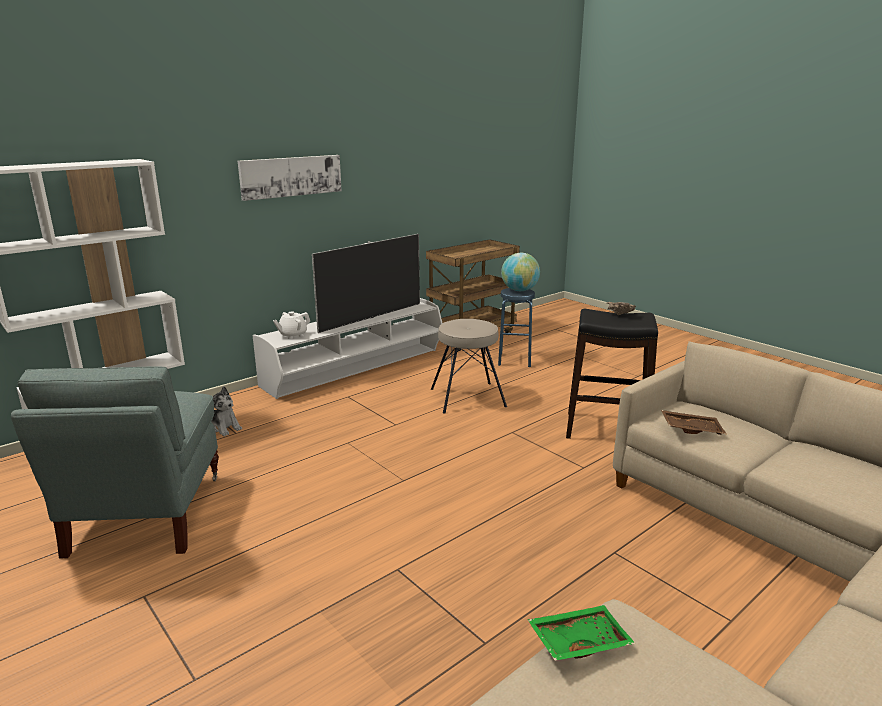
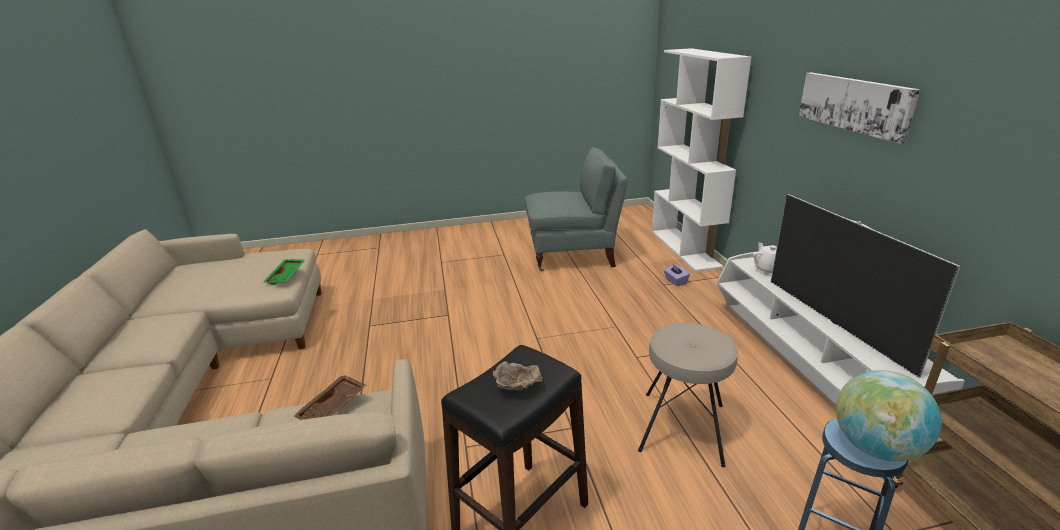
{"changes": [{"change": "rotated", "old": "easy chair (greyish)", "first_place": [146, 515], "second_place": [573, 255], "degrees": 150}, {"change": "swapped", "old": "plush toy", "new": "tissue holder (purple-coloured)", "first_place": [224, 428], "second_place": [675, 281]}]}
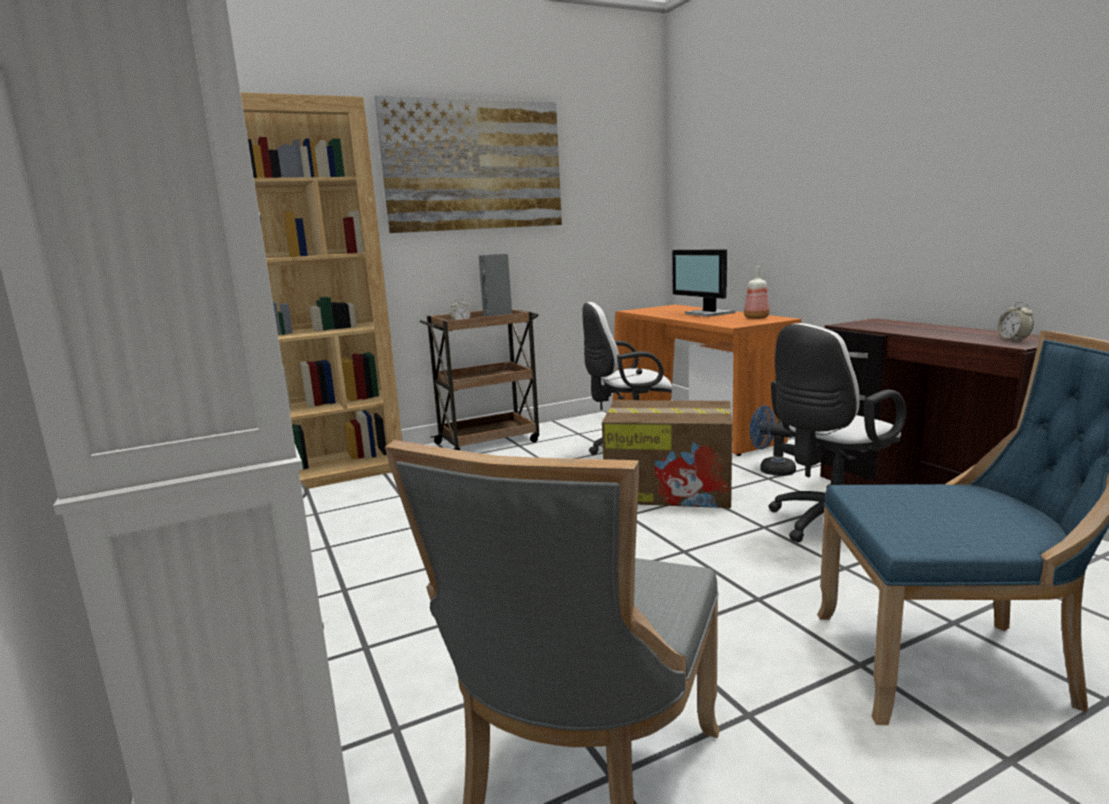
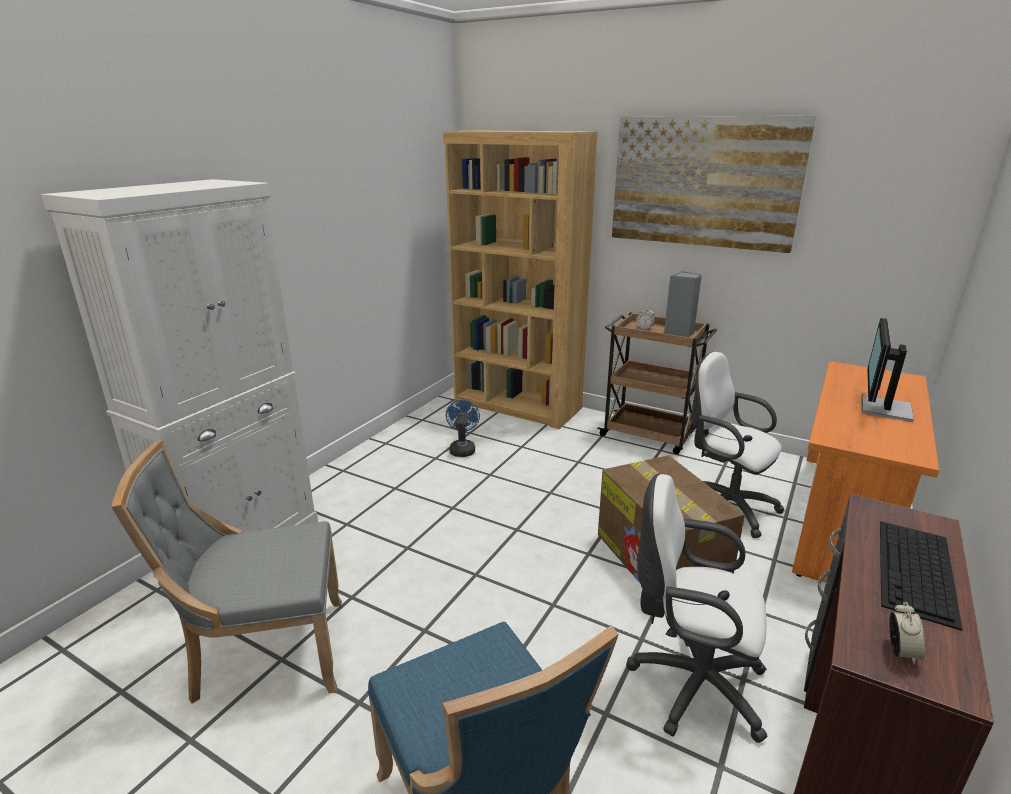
{"changes": [{"change": "gone", "old": "beverage bottle", "first_place": [756, 318]}, {"change": "rotated", "old": "alarm clock", "first_place": [1013, 339], "second_place": [900, 652], "degrees": 150}, {"change": "shifted", "old": "fan (blue-coloured)", "first_place": [771, 470], "second_place": [462, 449]}, {"change": "new", "new": "keyboard", "second_place": [916, 571]}]}
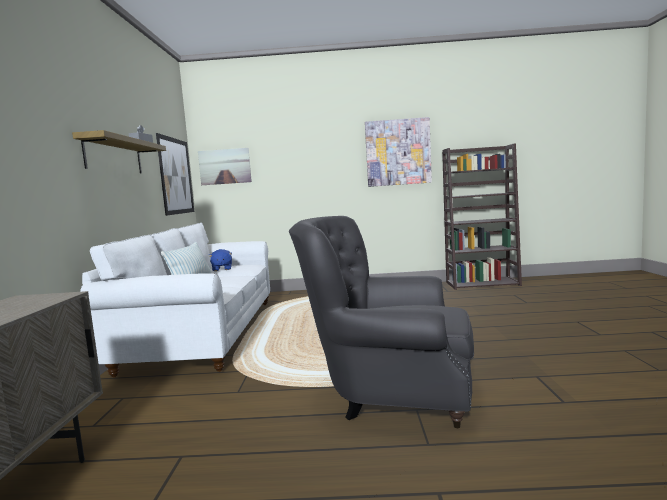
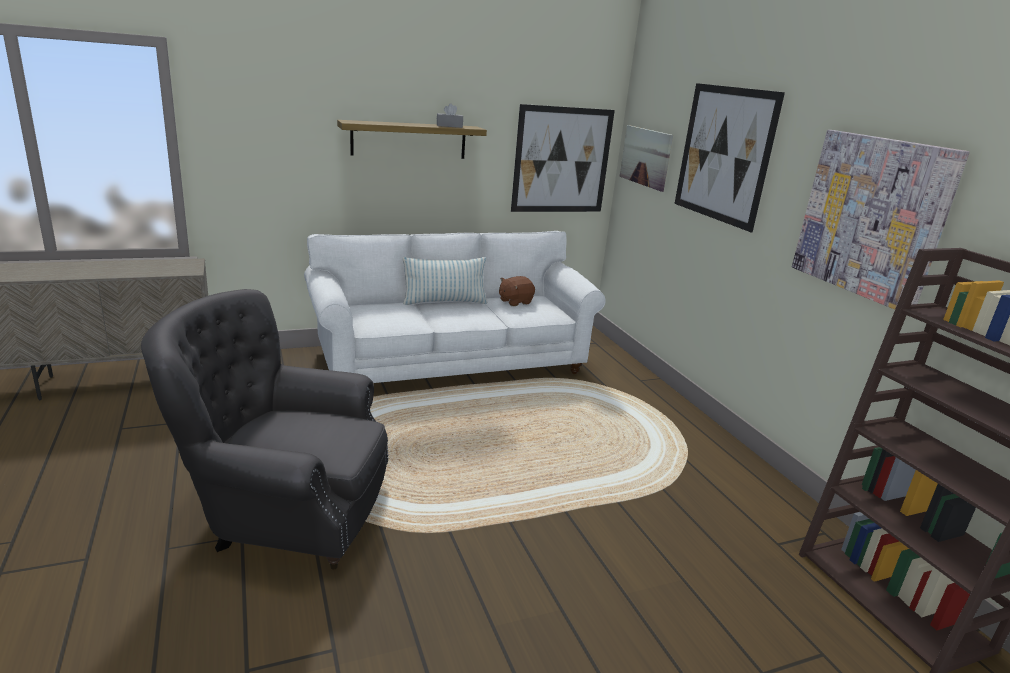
{"changes": [{"change": "rotated", "old": "easy chair (greyish)", "first_place": [389, 393], "second_place": [284, 513], "degrees": -75}, {"change": "repainted", "old": "plush toy (blue-coloured)", "new": "plush toy (brownish)", "first_place": [222, 269], "second_place": [515, 302]}, {"change": "new", "new": "wall picture", "second_place": [724, 154]}]}
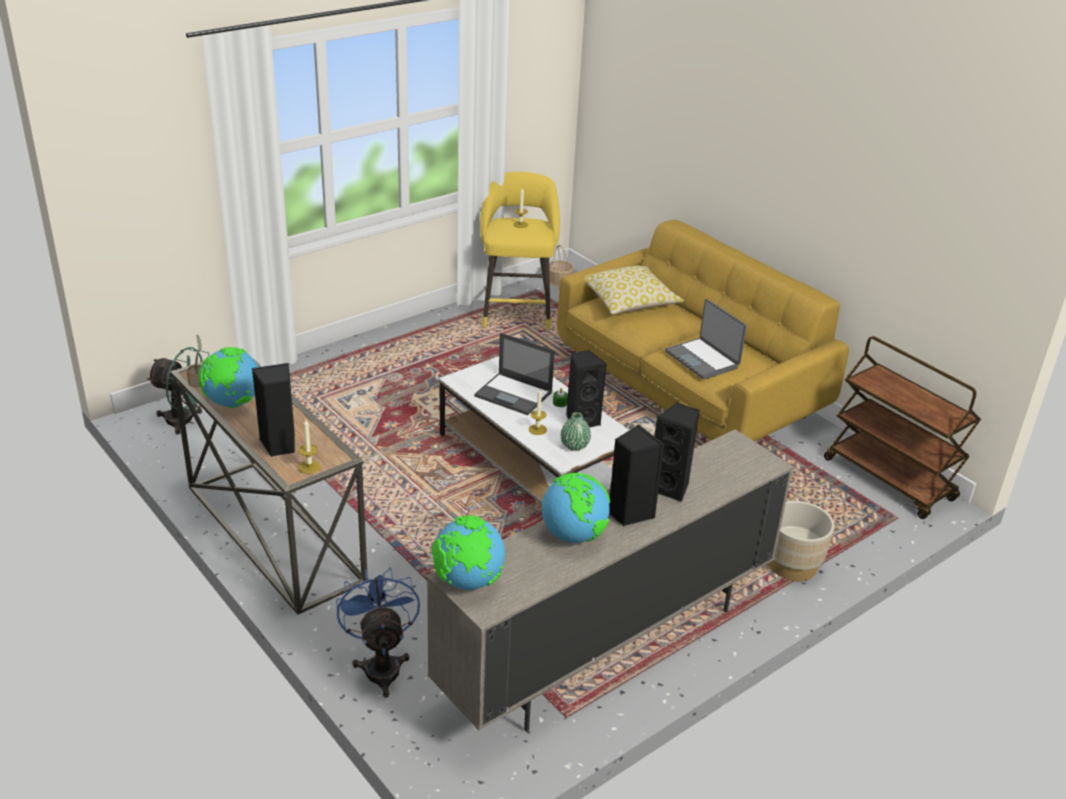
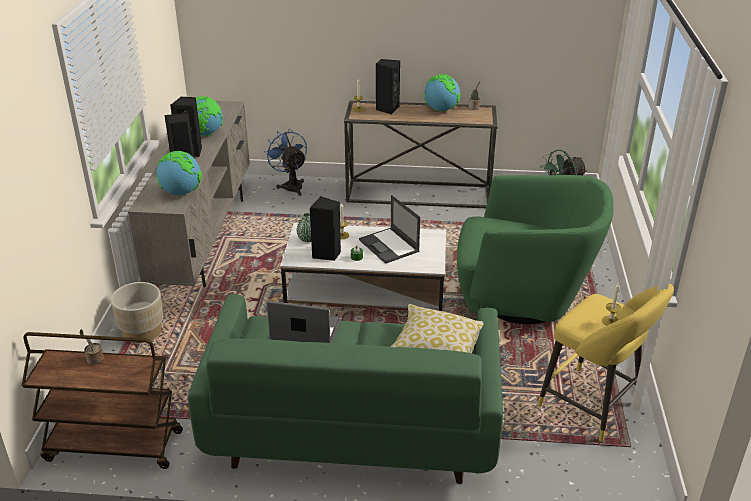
{"changes": [{"change": "repainted", "old": "couch (yellow-coloured)", "new": "couch (green)", "first_place": [688, 390], "second_place": [352, 424]}, {"change": "gone", "old": "storage basket", "first_place": [559, 282]}, {"change": "rotated", "old": "portable computer", "first_place": [514, 394], "second_place": [389, 246], "degrees": -105}, {"change": "shifted", "old": "desk globe", "first_place": [468, 582], "second_place": [181, 193]}, {"change": "rotated", "old": "fan (blue-coloured)", "first_place": [381, 665], "second_place": [291, 185], "degrees": -150}, {"change": "new", "new": "easy chair (green)", "second_place": [524, 298]}, {"change": "new", "new": "houseplant", "second_place": [94, 360]}]}
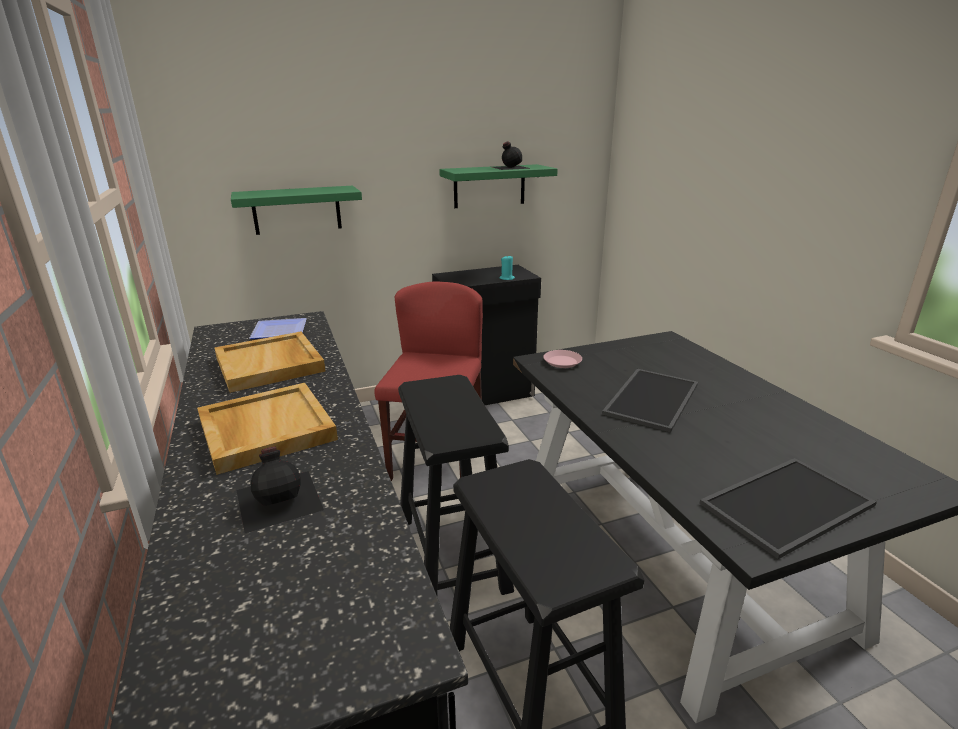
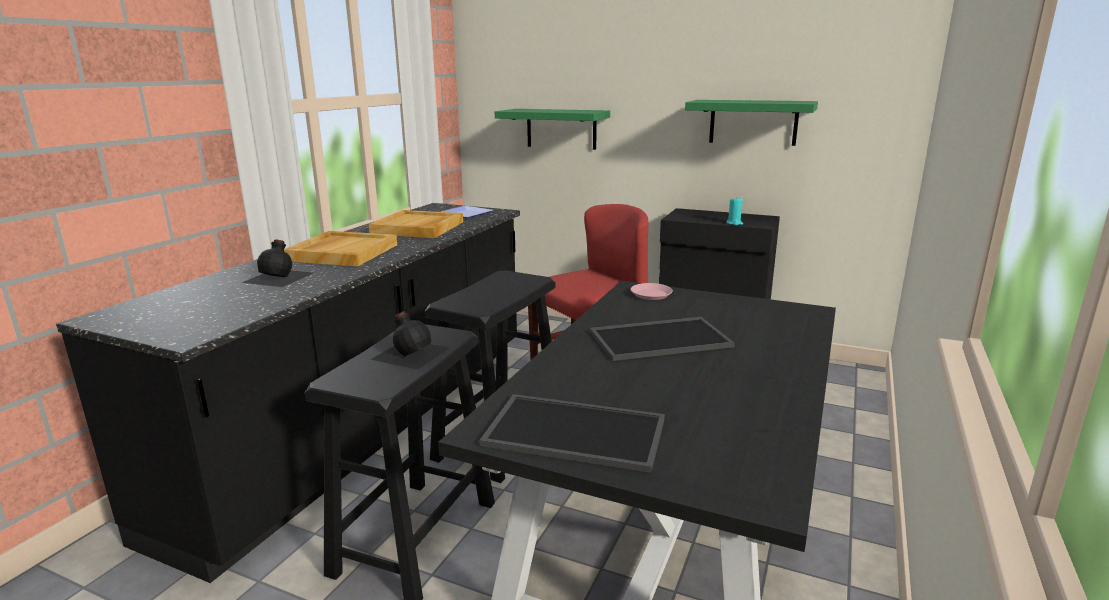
{"changes": [{"change": "shifted", "old": "beverage bottle (black-coloured)", "first_place": [509, 167], "second_place": [411, 352]}]}
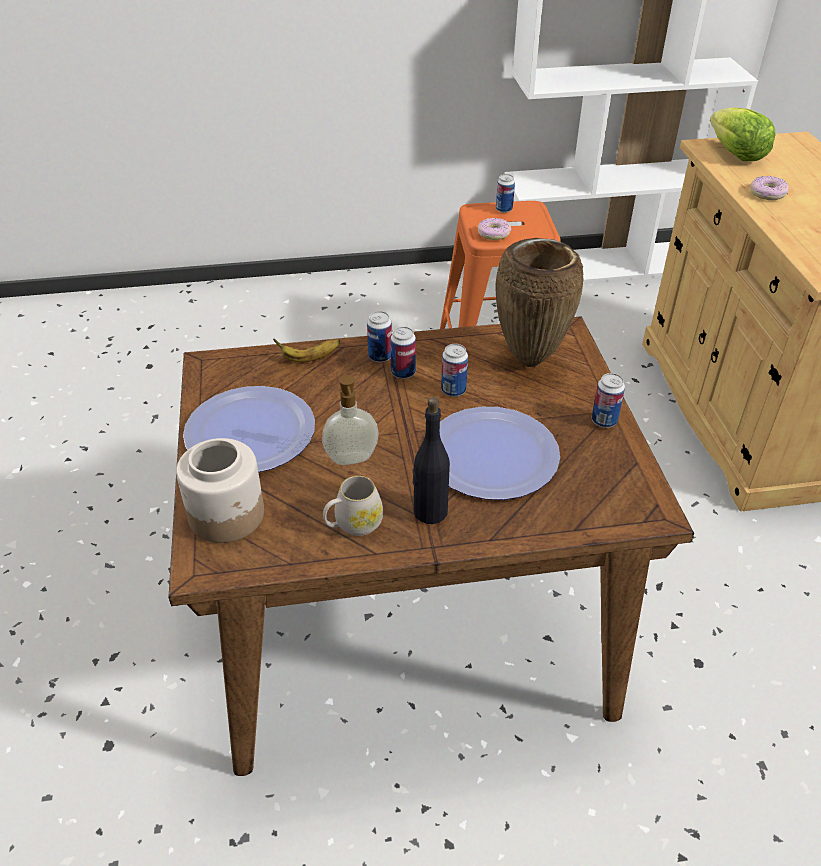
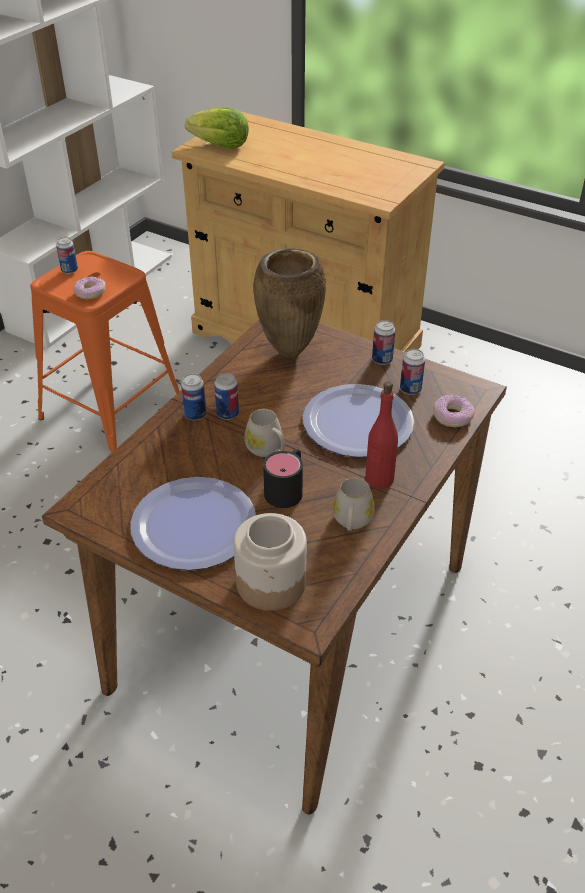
{"changes": [{"change": "shifted", "old": "ring doughnut", "first_place": [767, 194], "second_place": [452, 416]}, {"change": "gone", "old": "banana", "first_place": [309, 358]}, {"change": "shifted", "old": "can", "first_place": [453, 390], "second_place": [410, 389]}, {"change": "swapped", "old": "soap dispenser", "new": "coffee mug (black-coloured)", "first_place": [352, 459], "second_place": [287, 488]}, {"change": "repainted", "old": "beverage bottle (black-coloured)", "new": "beverage bottle (red-coloured)", "first_place": [430, 512], "second_place": [379, 479]}, {"change": "new", "new": "coffee mug (white-coloured)", "second_place": [267, 449]}]}
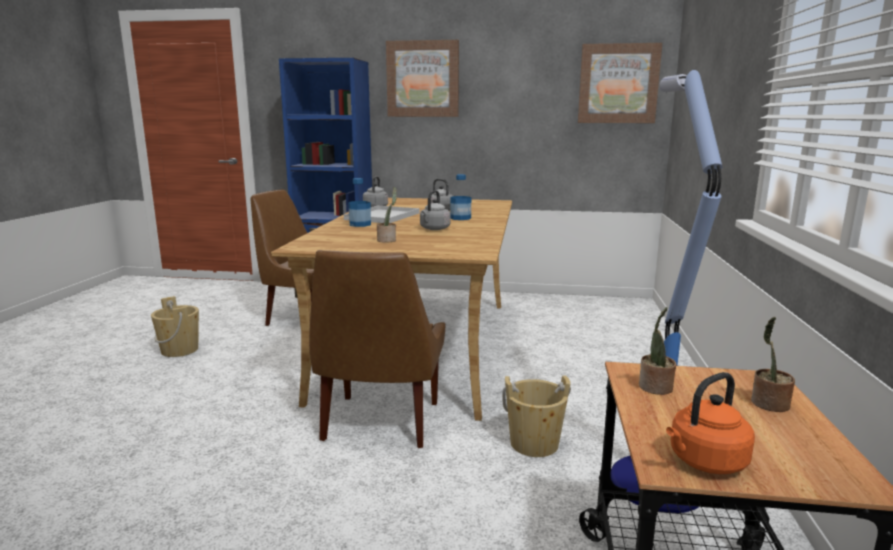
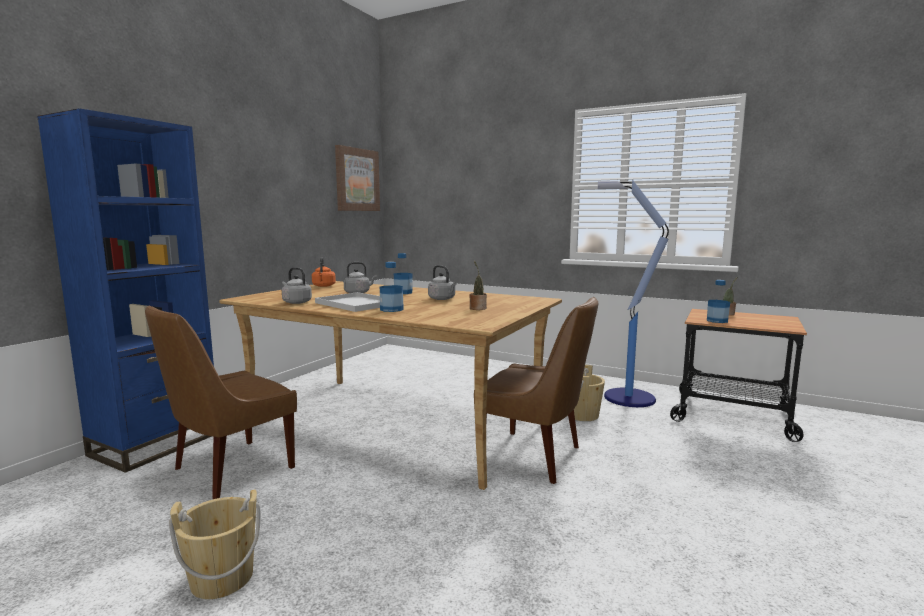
{"changes": [{"change": "gone", "old": "wall picture", "first_place": [423, 79]}, {"change": "swapped", "old": "houseplant", "new": "beverage bottle", "first_place": [655, 388], "second_place": [717, 321]}, {"change": "shifted", "old": "kettle (orange)", "first_place": [704, 462], "second_place": [323, 286]}]}
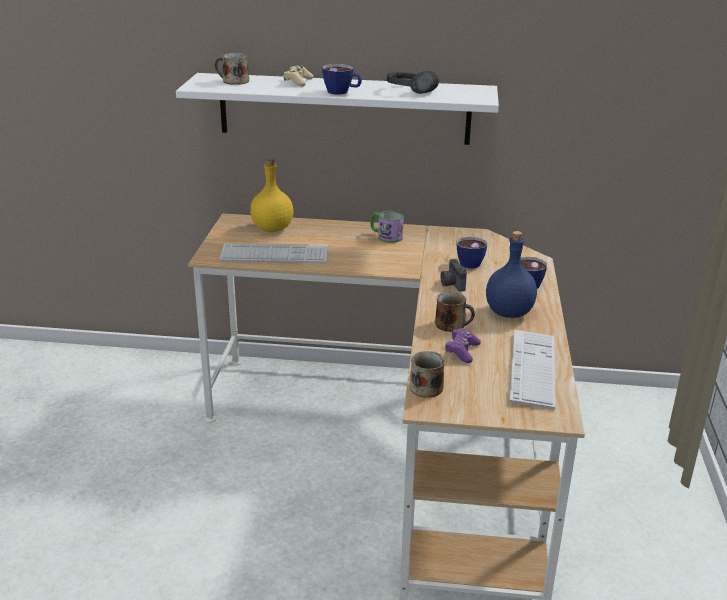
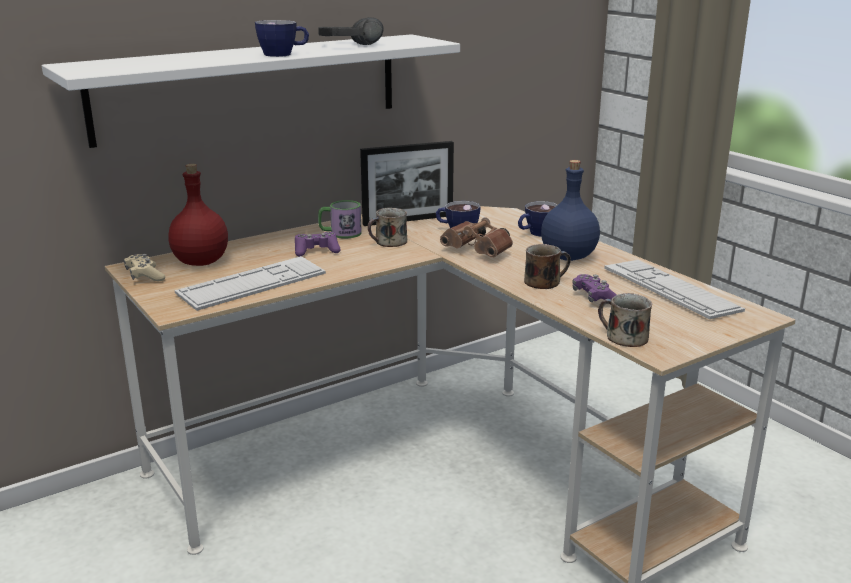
{"changes": [{"change": "shifted", "old": "coffee mug", "first_place": [234, 81], "second_place": [389, 242]}, {"change": "shifted", "old": "joypad (beige)", "first_place": [298, 82], "second_place": [145, 276]}, {"change": "repainted", "old": "beverage bottle (yellow-coloured)", "new": "beverage bottle (red-coloured)", "first_place": [272, 229], "second_place": [202, 262]}, {"change": "swapped", "old": "still camera", "new": "field glasses (brownish)", "first_place": [452, 284], "second_place": [479, 252]}, {"change": "new", "new": "standing frame", "second_place": [408, 220]}, {"change": "new", "new": "joypad (purple-coloured)", "second_place": [316, 251]}]}
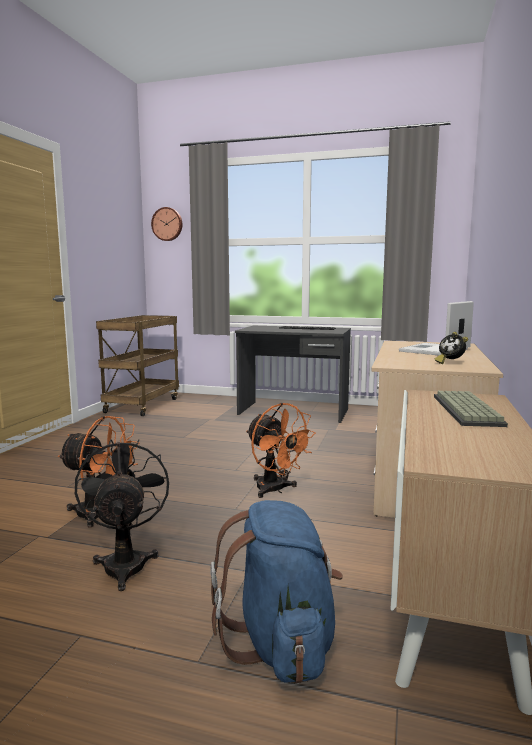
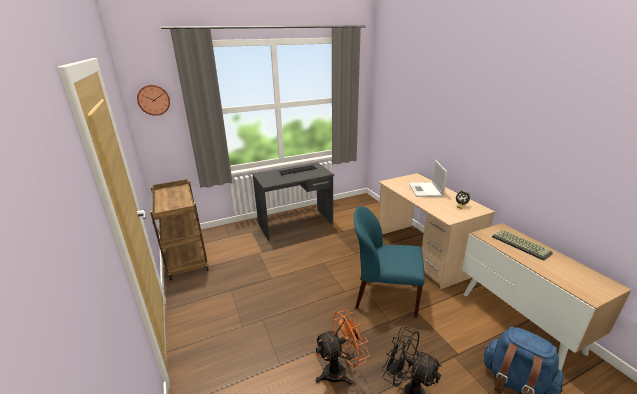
{"changes": [{"change": "swapped", "old": "fan (orange)", "new": "chair (blue-coloured)", "first_place": [275, 490], "second_place": [384, 296]}]}
